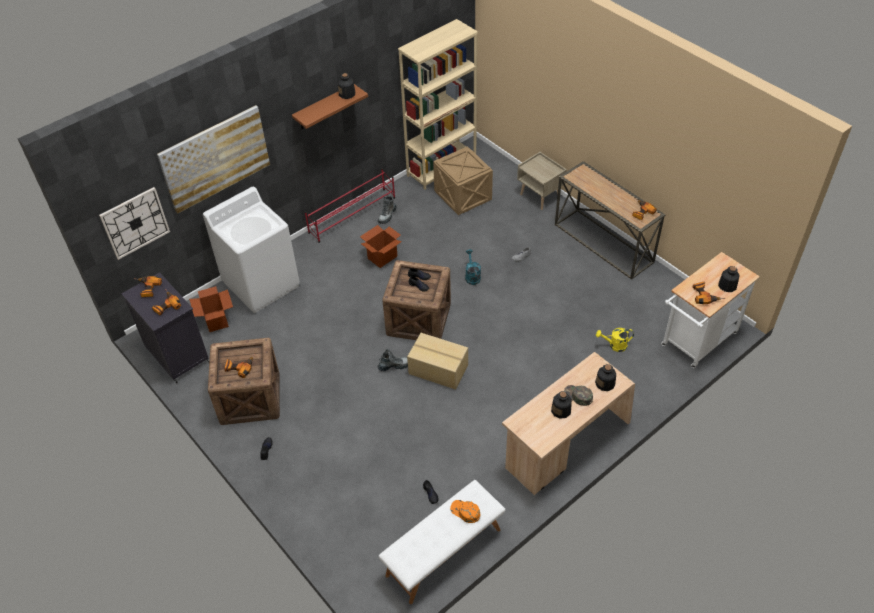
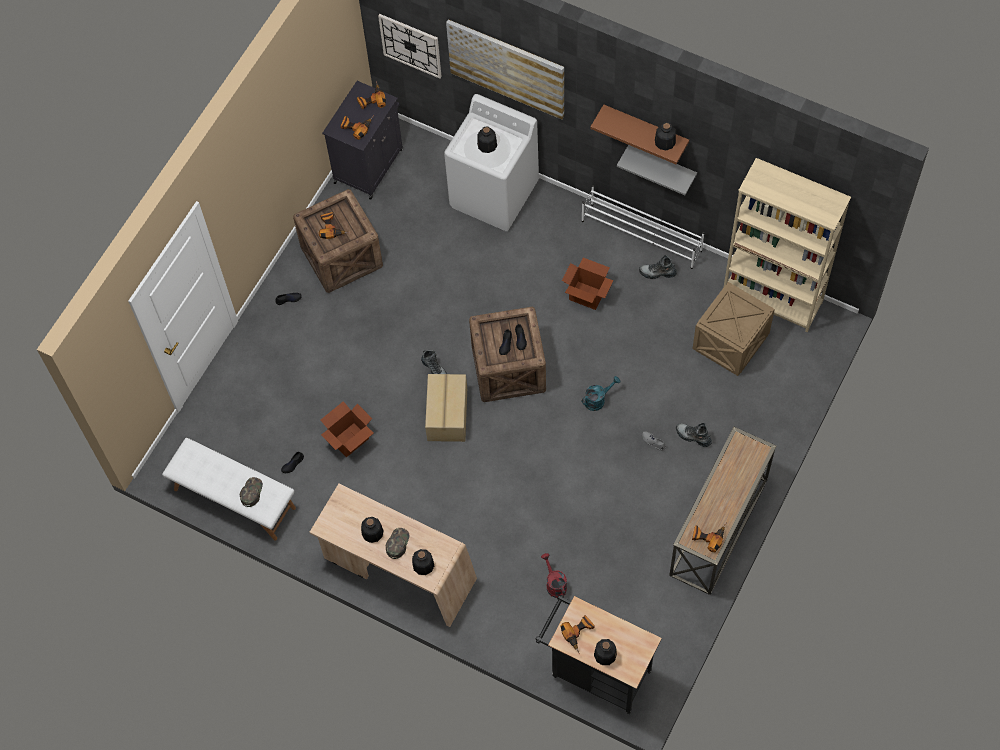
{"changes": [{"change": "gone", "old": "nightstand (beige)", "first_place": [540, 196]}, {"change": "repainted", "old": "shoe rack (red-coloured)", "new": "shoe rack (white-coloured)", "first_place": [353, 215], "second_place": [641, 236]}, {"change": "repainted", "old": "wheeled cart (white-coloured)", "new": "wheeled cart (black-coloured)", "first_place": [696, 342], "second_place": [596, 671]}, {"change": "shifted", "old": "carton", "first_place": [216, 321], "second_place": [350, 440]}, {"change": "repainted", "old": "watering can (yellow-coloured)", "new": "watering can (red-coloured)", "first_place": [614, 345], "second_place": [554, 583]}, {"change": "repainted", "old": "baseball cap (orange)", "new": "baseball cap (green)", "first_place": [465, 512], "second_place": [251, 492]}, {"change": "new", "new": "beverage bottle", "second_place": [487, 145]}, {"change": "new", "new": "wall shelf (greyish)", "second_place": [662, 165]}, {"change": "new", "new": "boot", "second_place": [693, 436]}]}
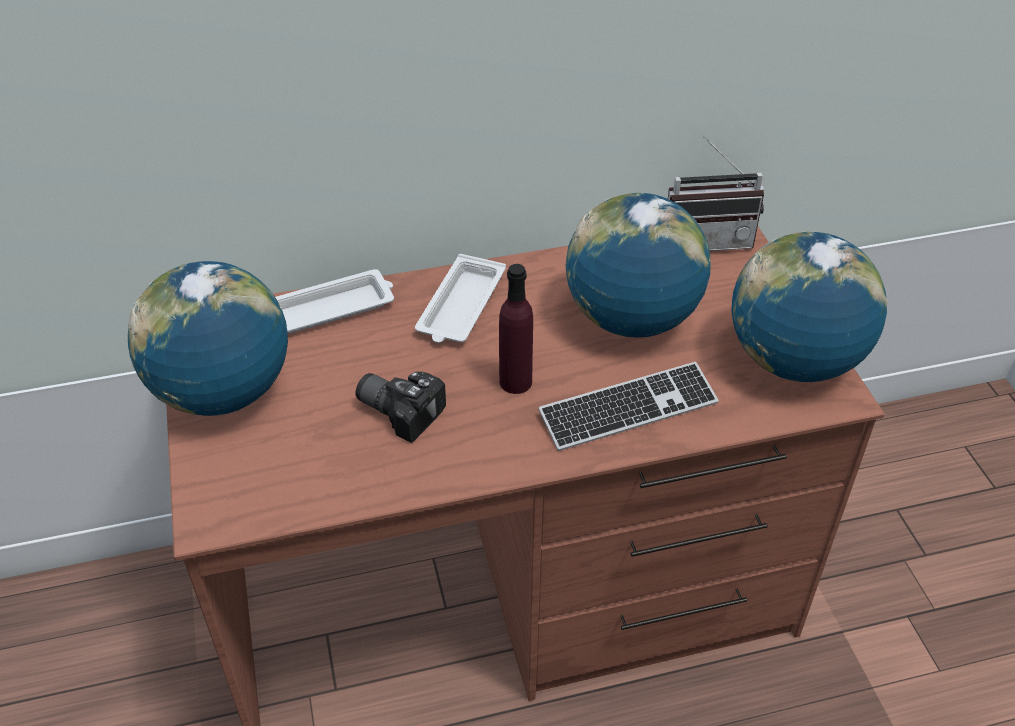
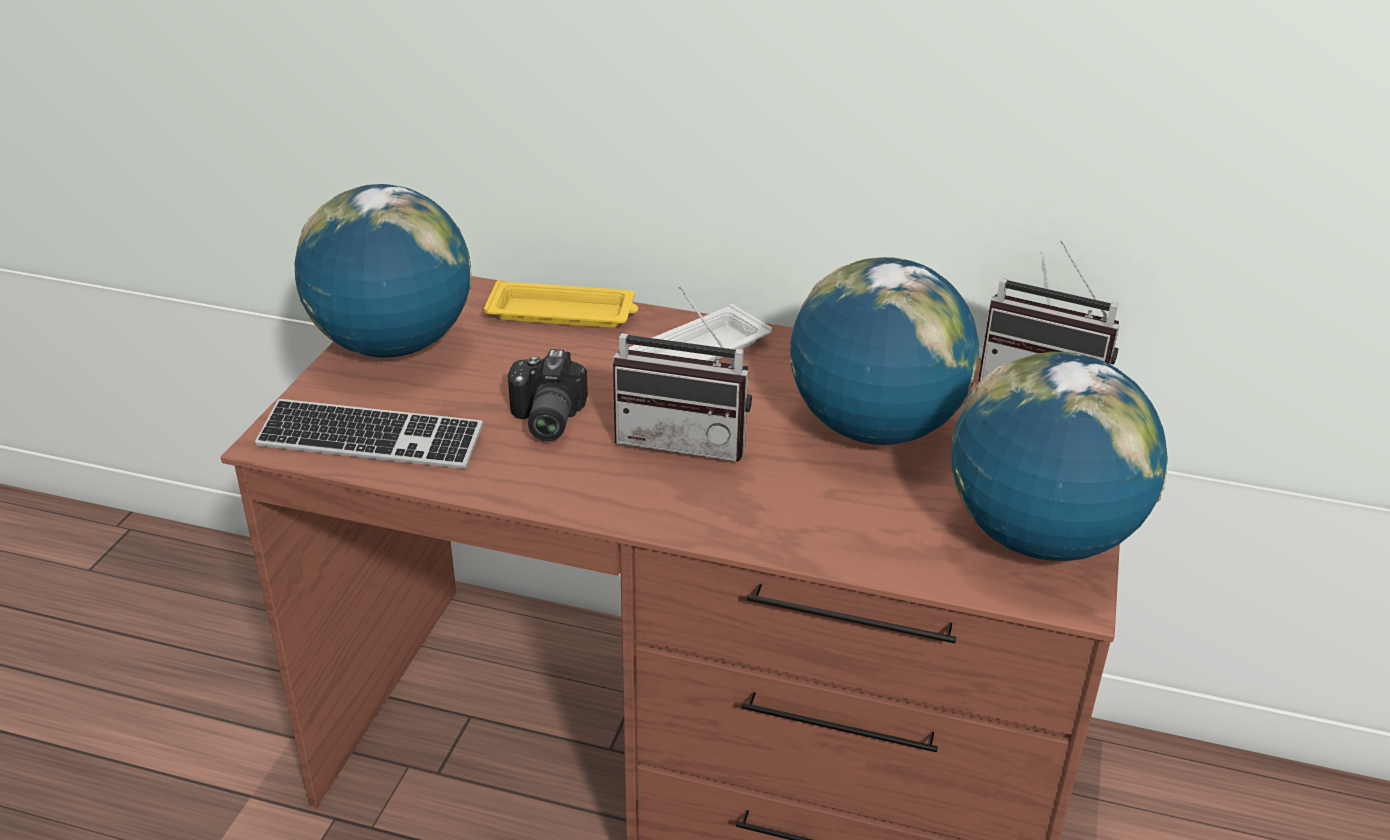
{"changes": [{"change": "swapped", "old": "beverage bottle (purple-coloured)", "new": "radio receiver", "first_place": [515, 382], "second_place": [685, 438]}, {"change": "repainted", "old": "serving tray (white-coloured)", "new": "serving tray (yellow-coloured)", "first_place": [333, 308], "second_place": [564, 313]}, {"change": "shifted", "old": "keyboard", "first_place": [628, 409], "second_place": [370, 439]}, {"change": "rotated", "old": "still camera", "first_place": [401, 409], "second_place": [543, 419], "degrees": -150}]}
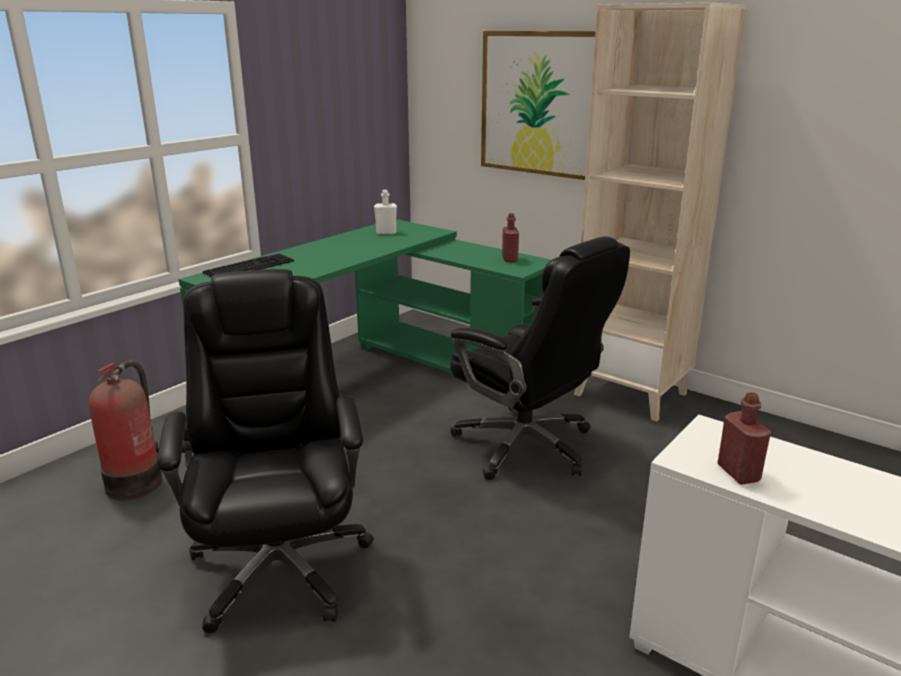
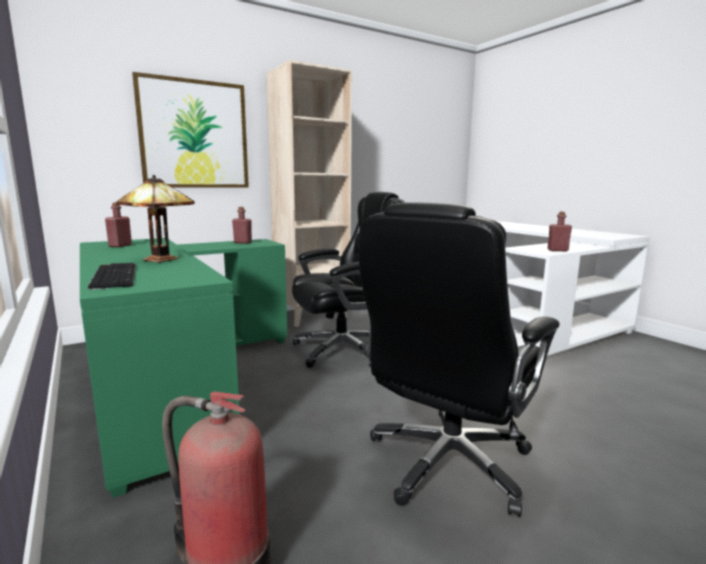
{"changes": [{"change": "repainted", "old": "beverage bottle (white-coloured)", "new": "beverage bottle (red-coloured)", "first_place": [386, 233], "second_place": [120, 246]}, {"change": "rotated", "old": "office chair (black-coloured)", "first_place": [280, 565], "second_place": [447, 463], "degrees": -60}, {"change": "new", "new": "table lamp", "second_place": [161, 259]}]}
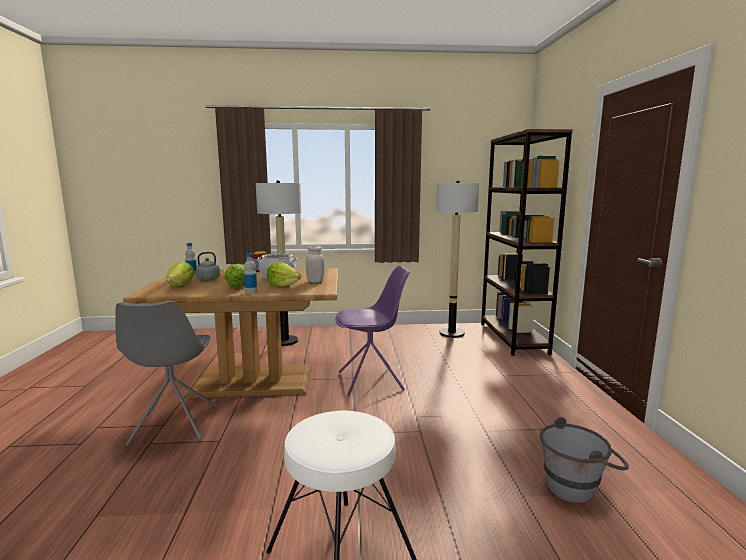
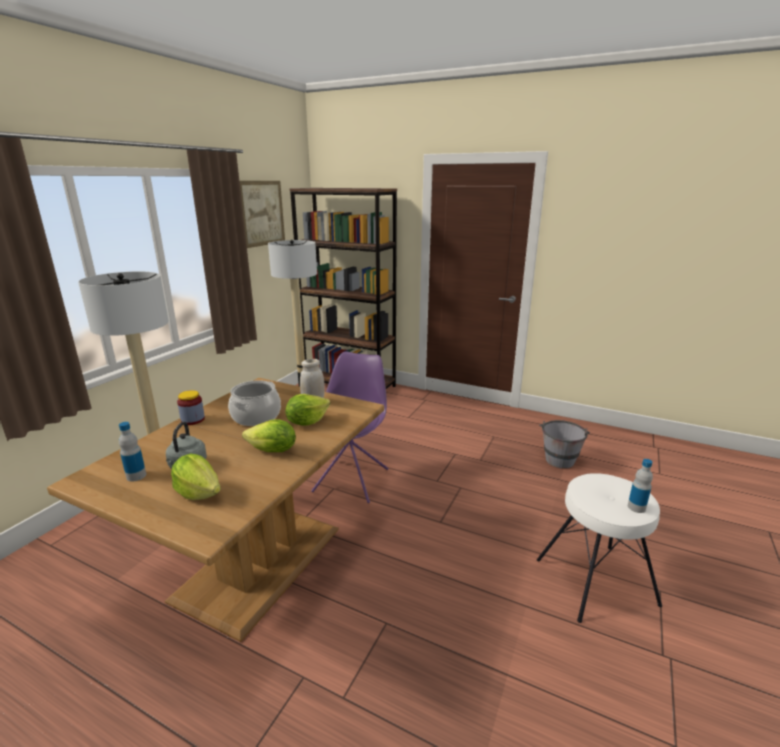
{"changes": [{"change": "shifted", "old": "beverage bottle", "first_place": [251, 292], "second_place": [636, 507]}, {"change": "gone", "old": "chair (greyish)", "first_place": [173, 425]}, {"change": "new", "new": "wall picture", "second_place": [261, 213]}]}
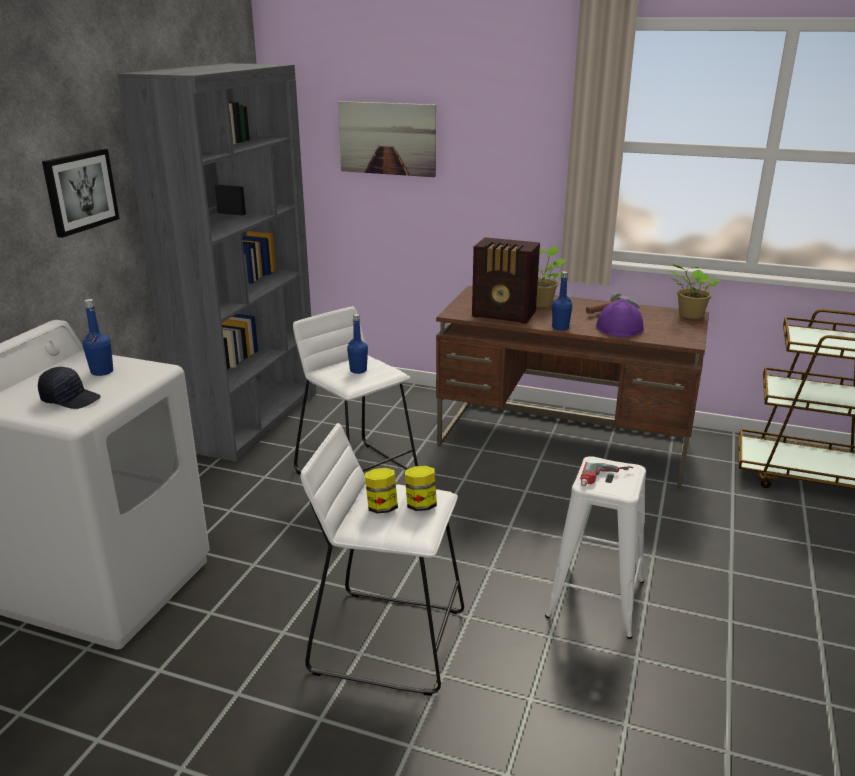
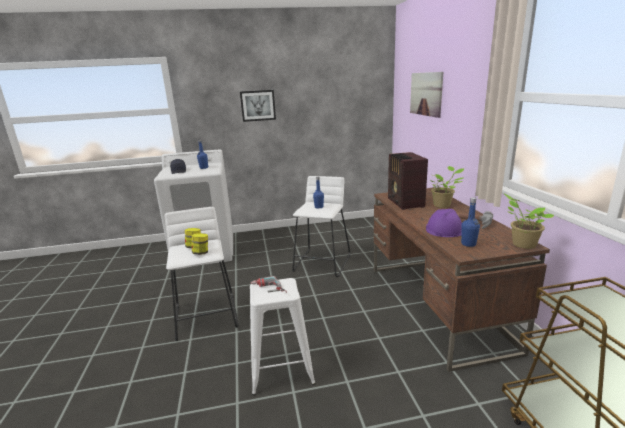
{"changes": [{"change": "gone", "old": "bookcase (greyish)", "first_place": [251, 419]}, {"change": "shifted", "old": "beverage bottle (blue-coloured)", "first_place": [560, 327], "second_place": [468, 244]}]}
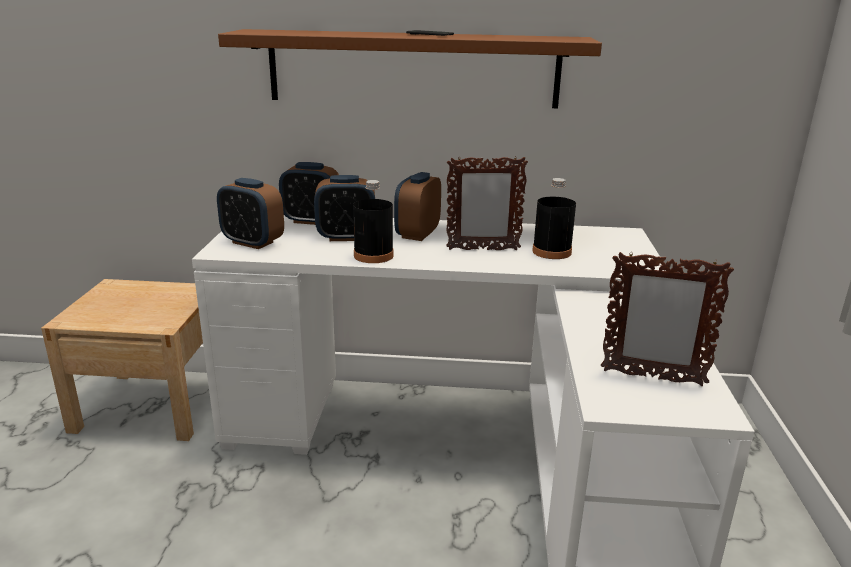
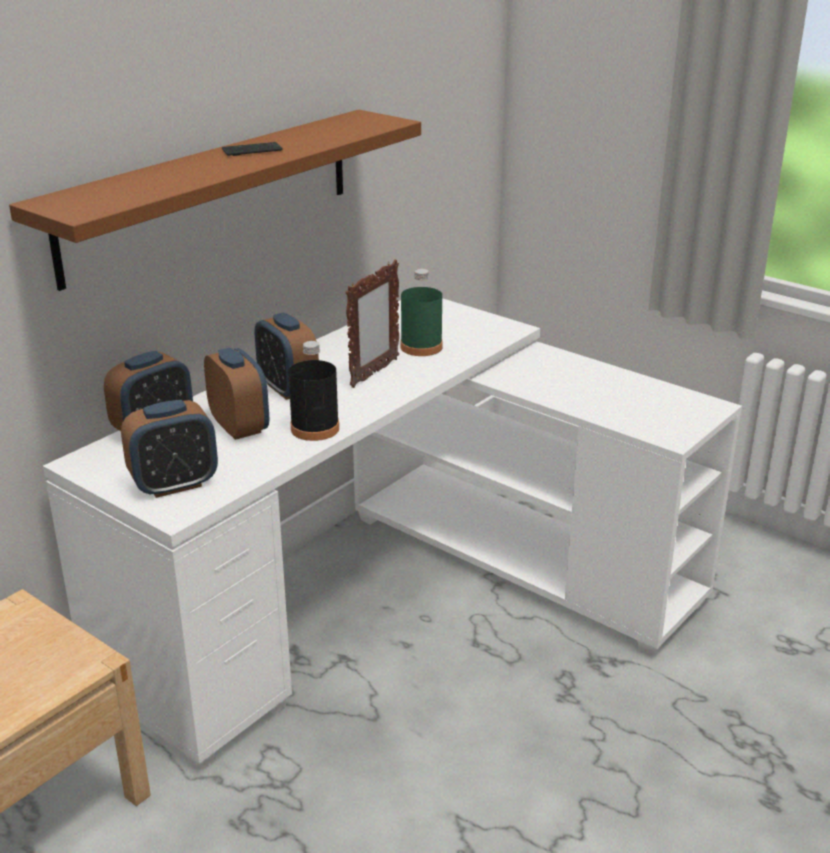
{"changes": [{"change": "rotated", "old": "alarm clock", "first_place": [346, 237], "second_place": [239, 427], "degrees": -60}, {"change": "repainted", "old": "beverage bottle (black-coloured)", "new": "beverage bottle (green)", "first_place": [551, 252], "second_place": [421, 347]}, {"change": "gone", "old": "standing frame", "first_place": [651, 377]}]}
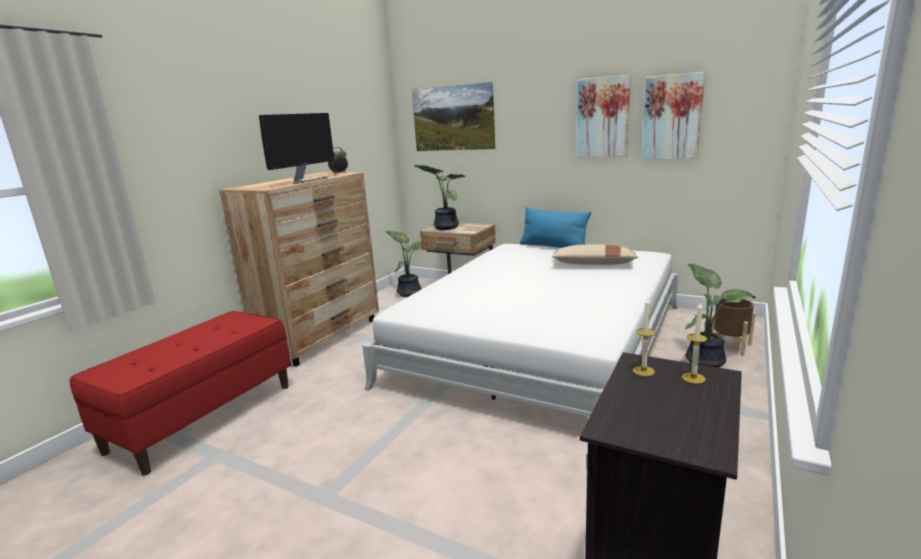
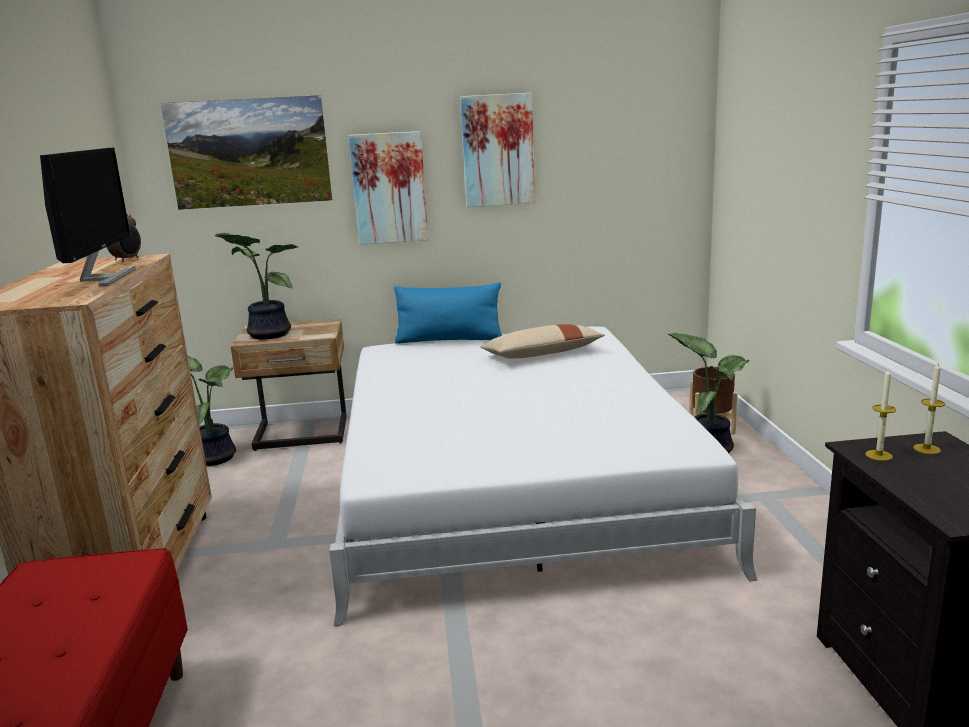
{"changes": [{"change": "shifted", "old": "wall picture", "first_place": [672, 117], "second_place": [389, 188]}]}
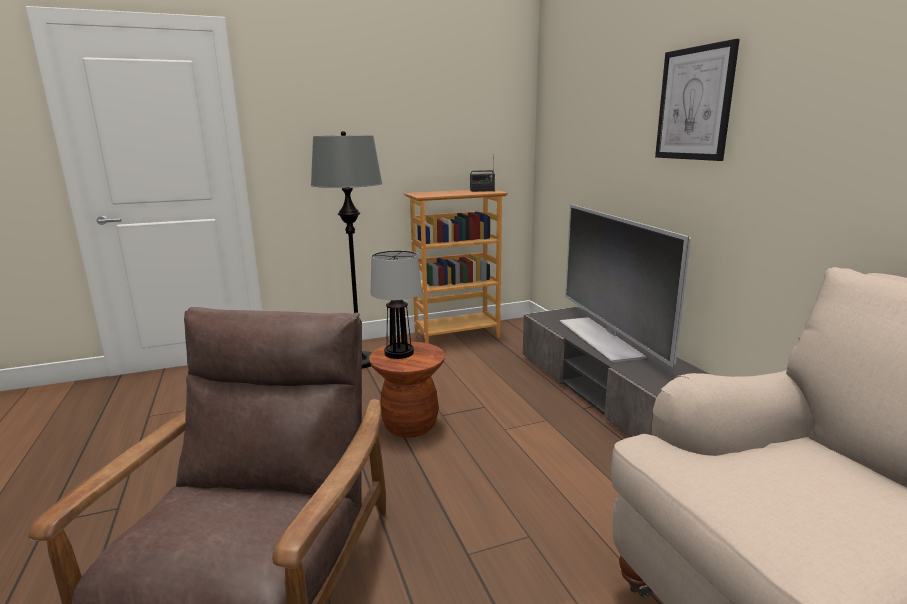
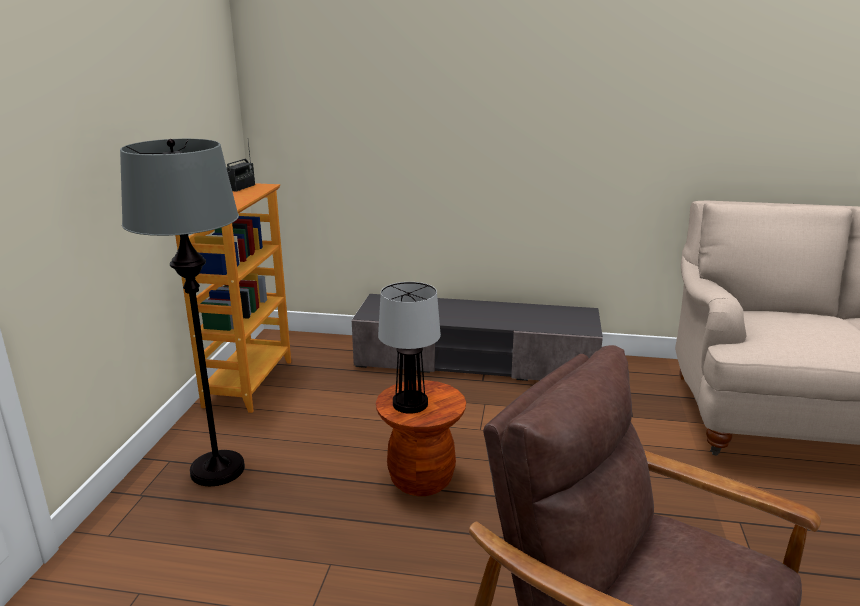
{"changes": [{"change": "gone", "old": "wall picture", "first_place": [694, 104]}, {"change": "gone", "old": "TV", "first_place": [601, 338]}]}
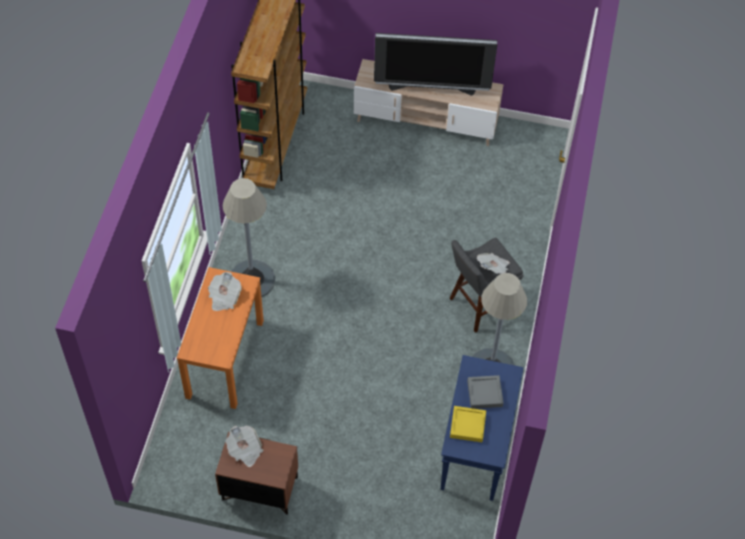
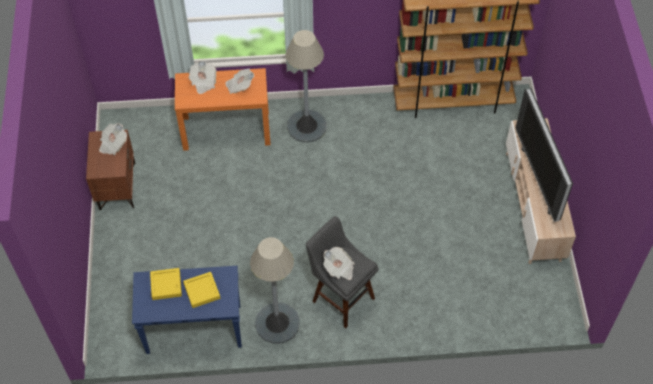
{"changes": [{"change": "repainted", "old": "serving tray (greyish)", "new": "serving tray (yellow-coloured)", "first_place": [484, 393], "second_place": [202, 291]}, {"change": "new", "new": "printed paper", "second_place": [203, 82]}]}
